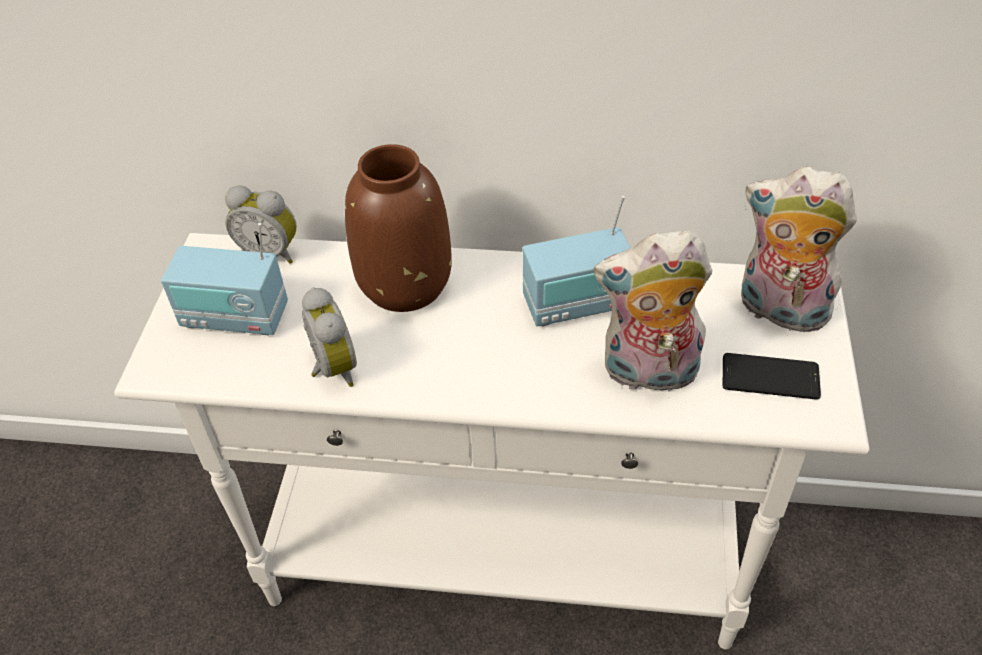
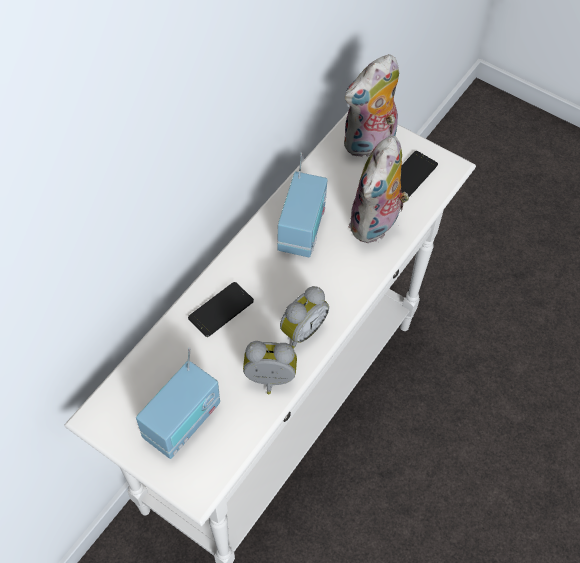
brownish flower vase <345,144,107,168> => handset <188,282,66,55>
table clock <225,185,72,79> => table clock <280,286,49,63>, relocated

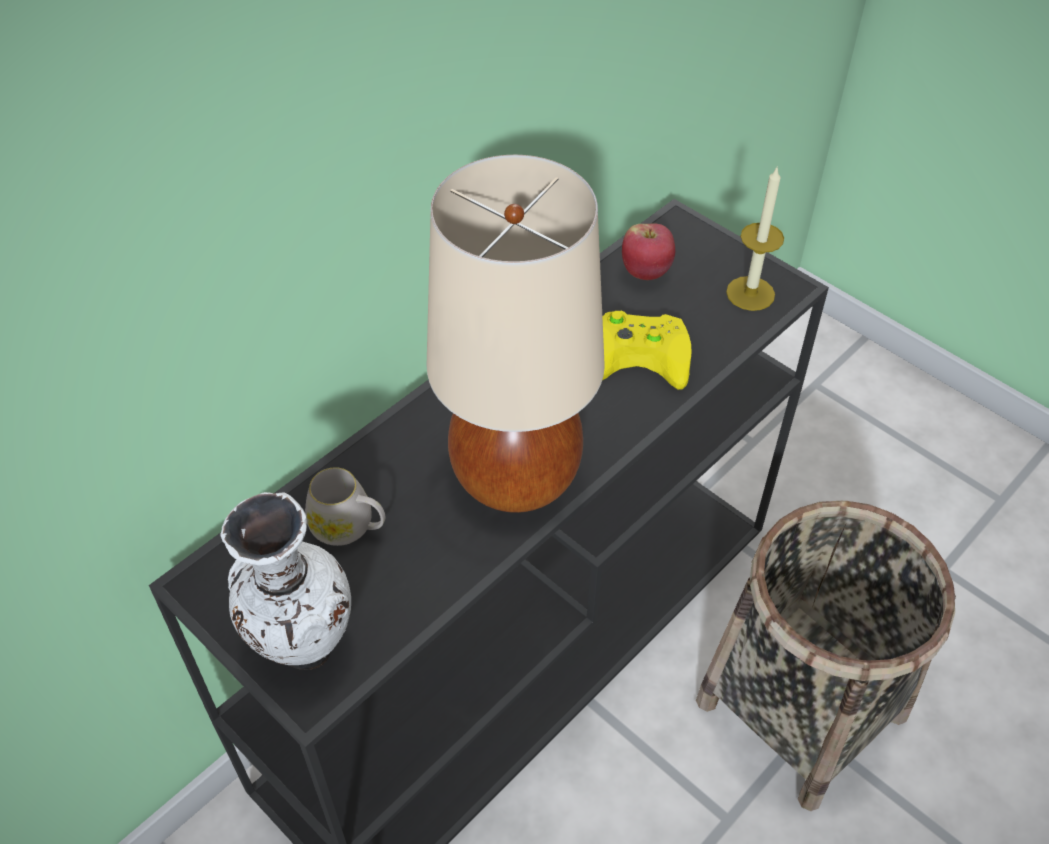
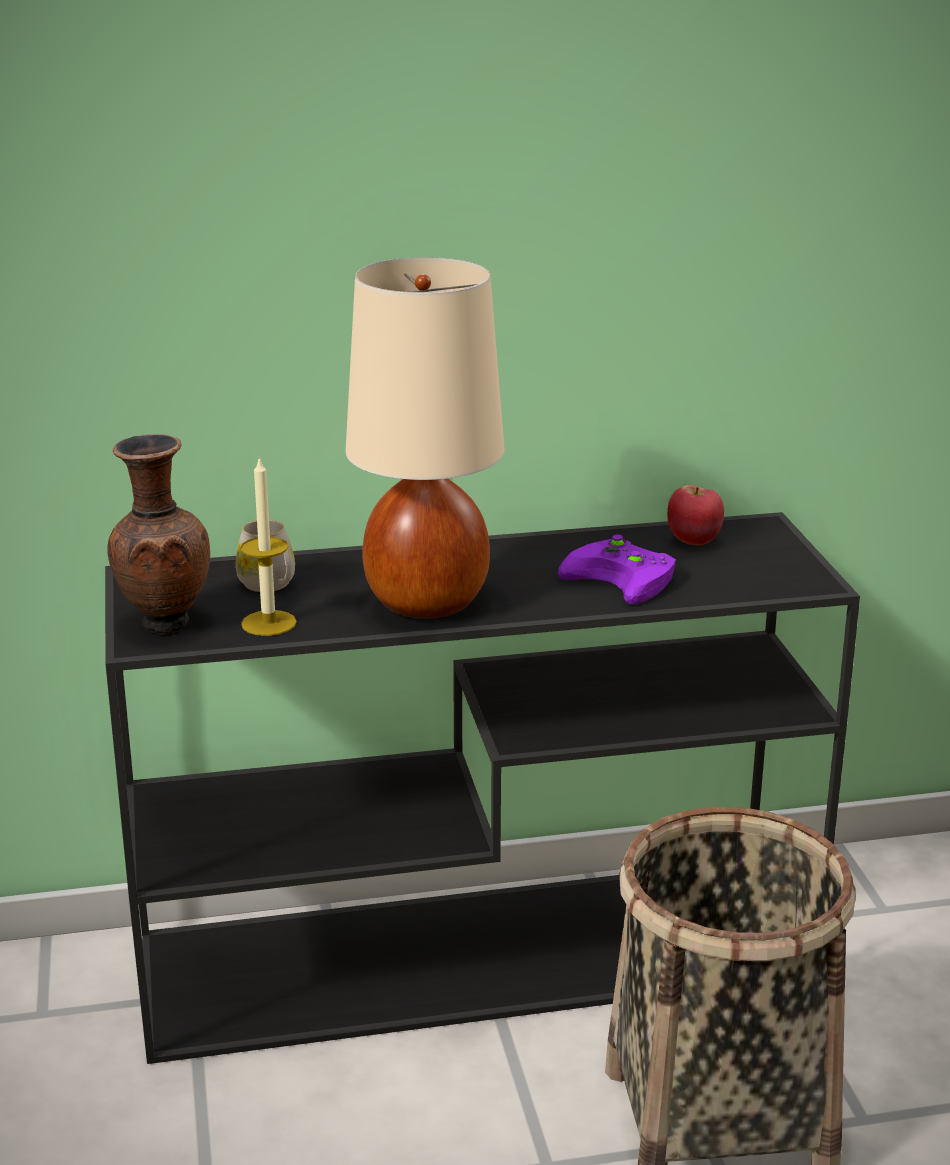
wax light <726,166,58,145> => wax light <240,457,57,179>, relocated
yellow gamepad <602,311,90,79> => purplish gamepad <558,535,118,69>
whitish flower vase <220,492,131,178> => brownish flower vase <107,434,103,200>

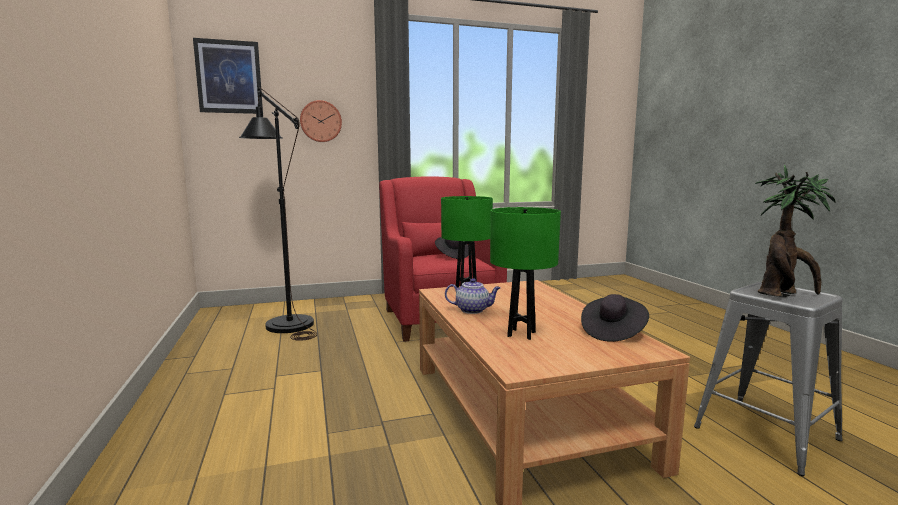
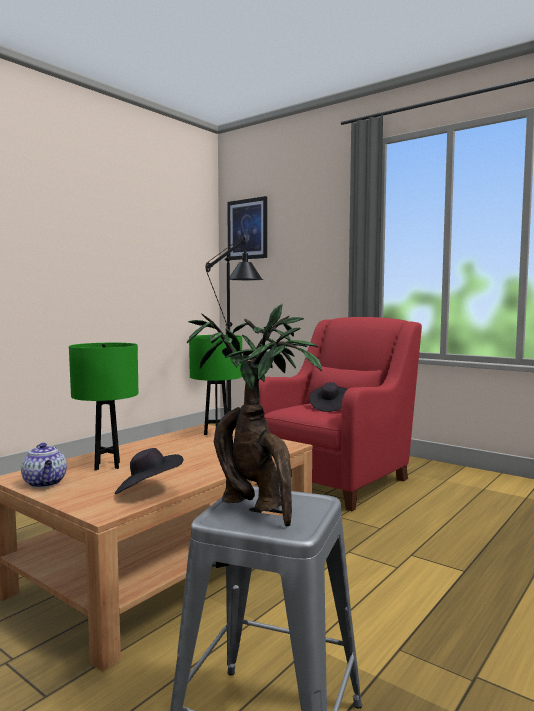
clock on the wall <300,100,42,42> => nothing
teapot <445,278,55,36> => teapot <21,443,46,45>, relocated

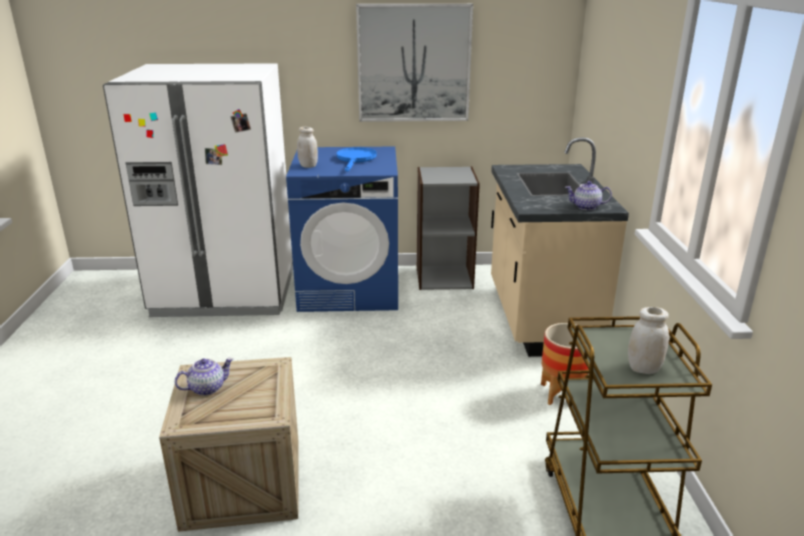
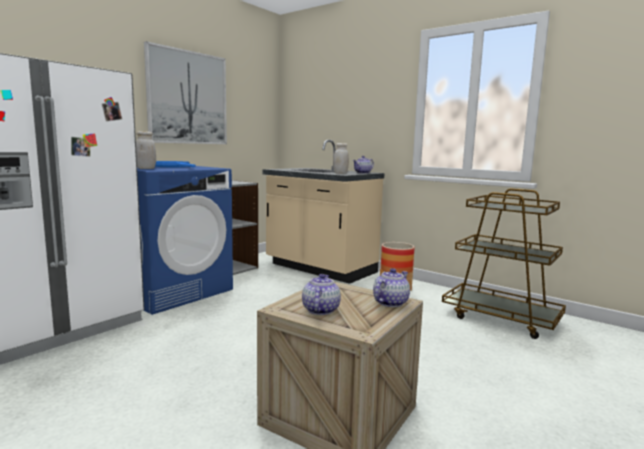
whitish preserve jar <628,307,41,67> => whitish preserve jar <333,143,16,31>, relocated
nothing => teapot <373,268,37,39>

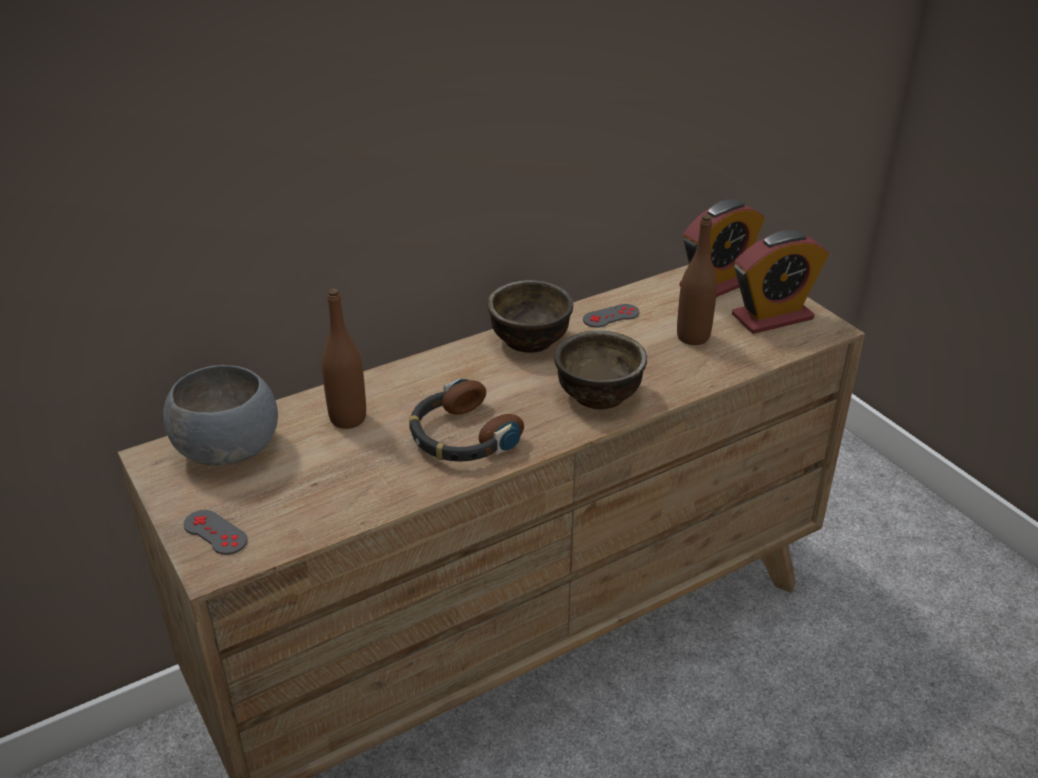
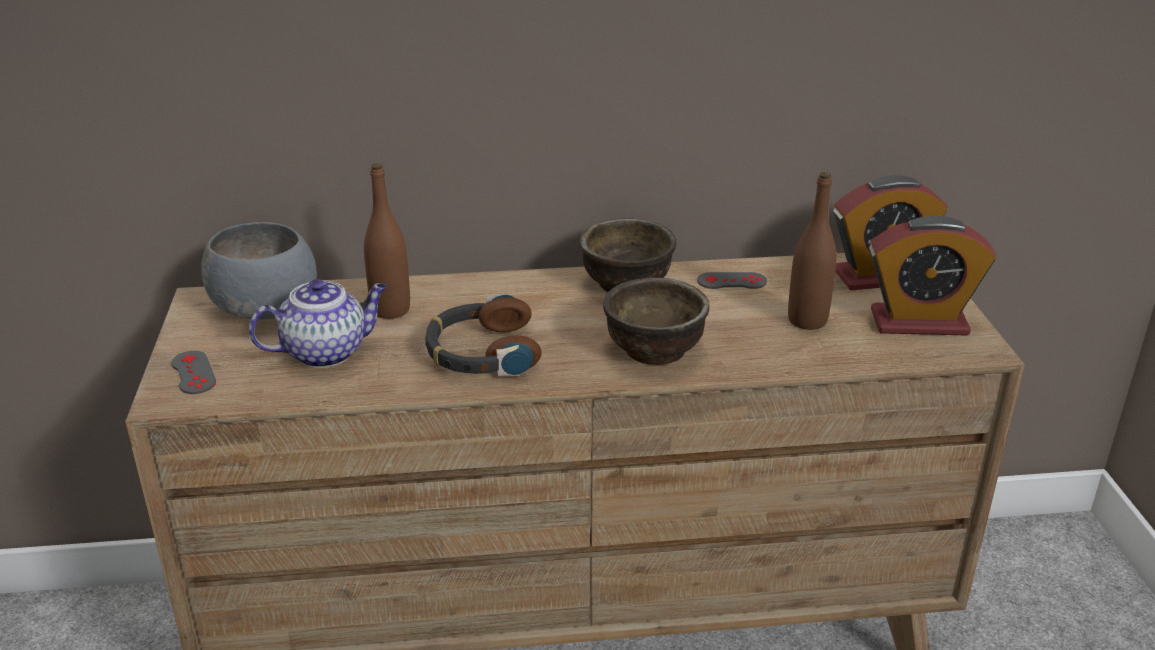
nothing => teapot <249,279,138,89>

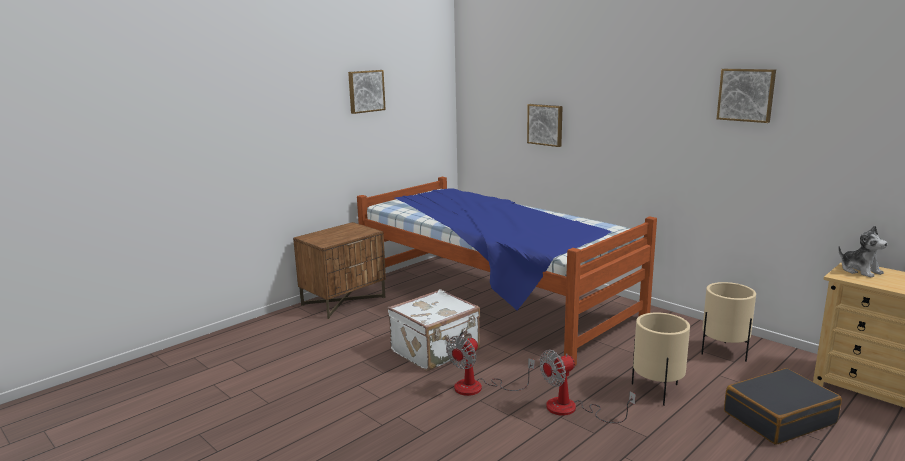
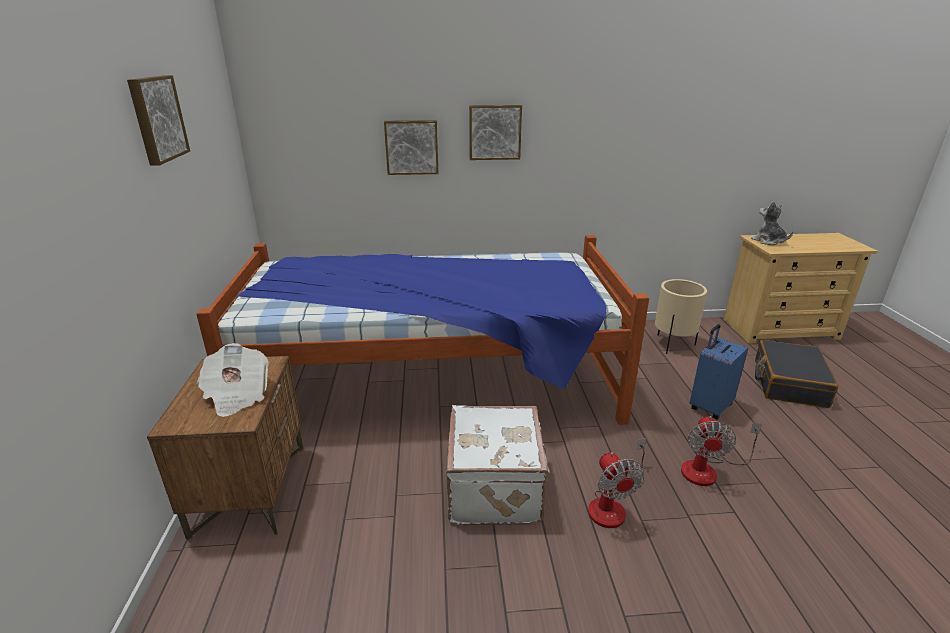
wall picture <717,69,59,54> => wall picture <469,105,53,55>, relocated
plush toy <838,226,50,52> => plush toy <751,201,42,44>, 135 degrees counterclockwise
sand-coloured planter <632,312,58,94> => blue-coloured piece of luggage <690,324,58,95>
nothing => daily paper <197,343,72,74>

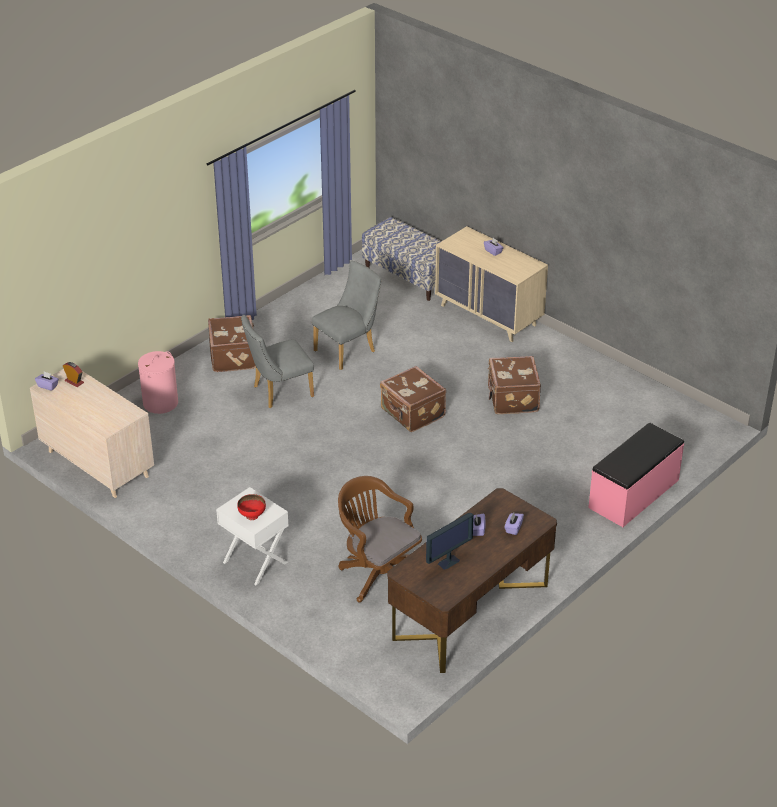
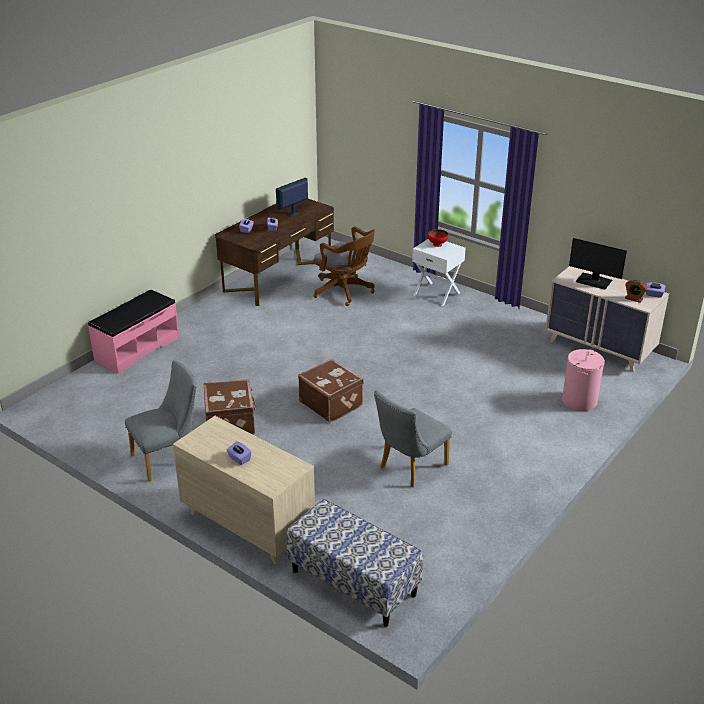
brownish piece of luggage <208,315,48,57> => nothing
grey plain chair <241,315,73,93> => grey plain chair <125,360,72,122>, relocated
nothing => computer display <569,238,58,52>

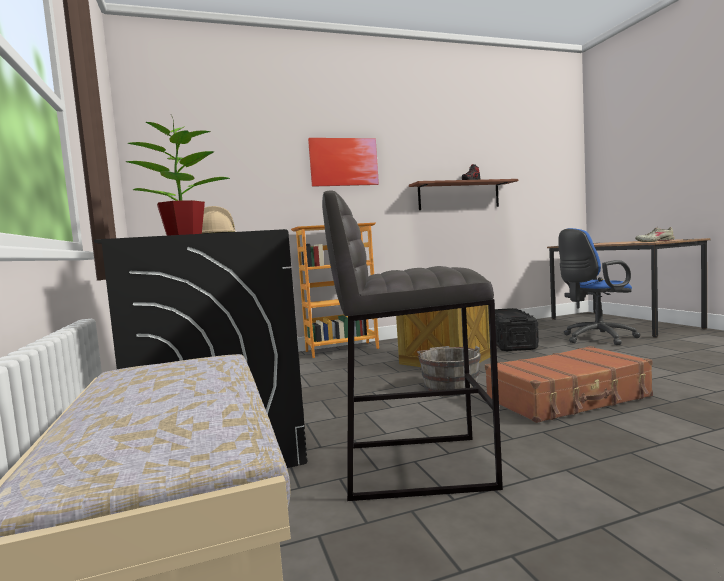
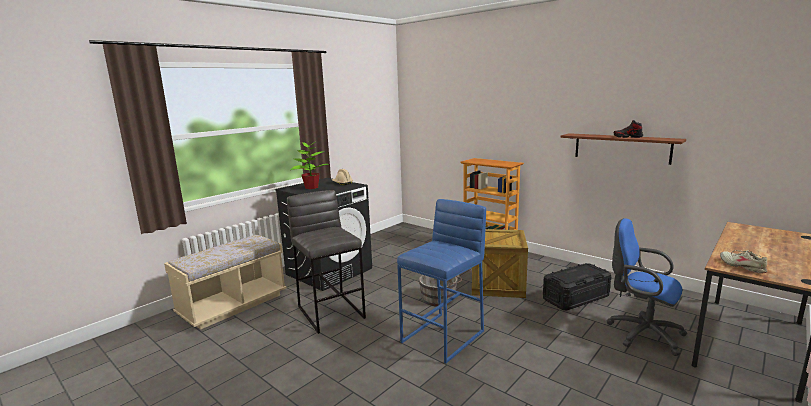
wall picture <308,138,71,49> => nothing
brownish piece of luggage <485,346,168,77> => blue-coloured sitting stool <397,199,89,165>

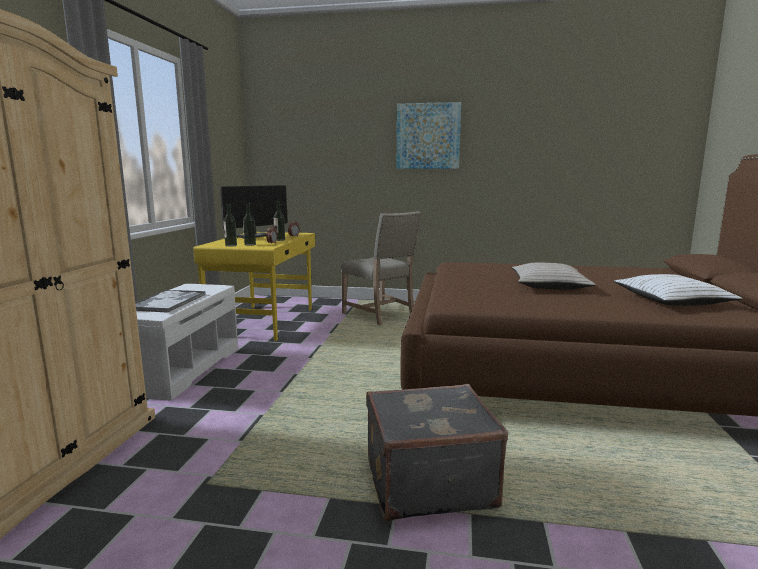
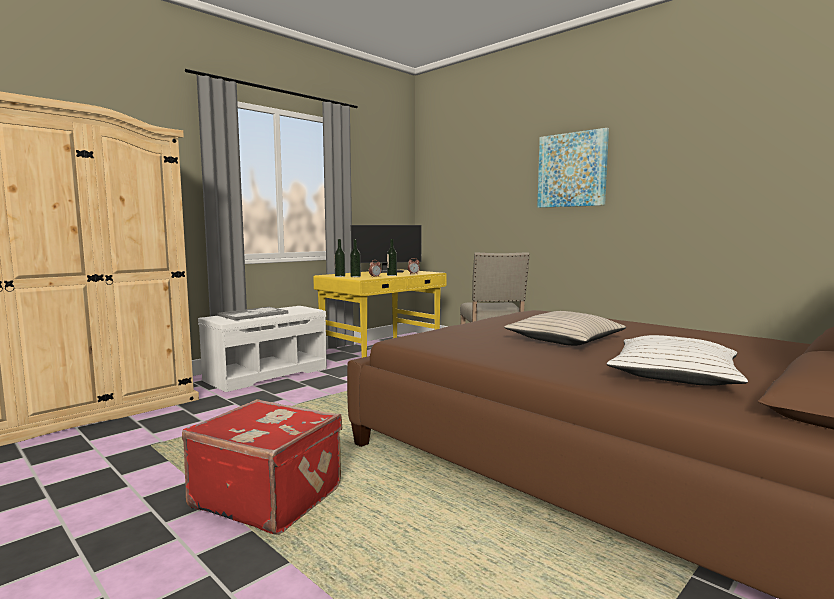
grey piece of luggage <366,384,142,137> => red-coloured piece of luggage <182,399,160,136>

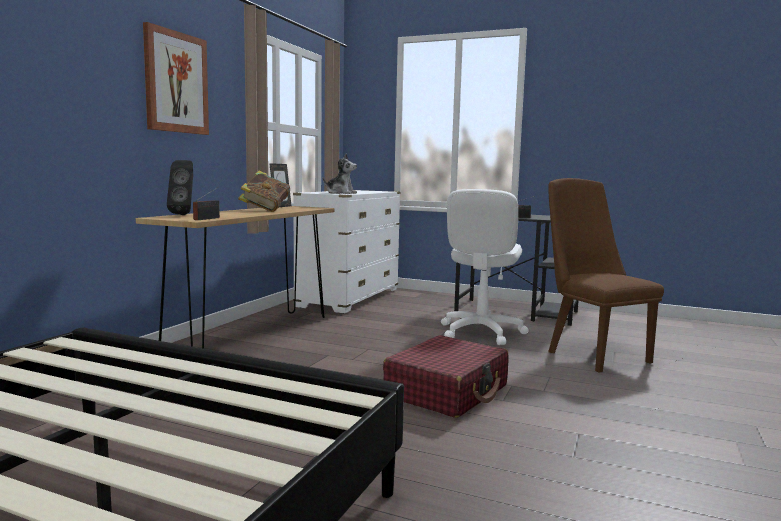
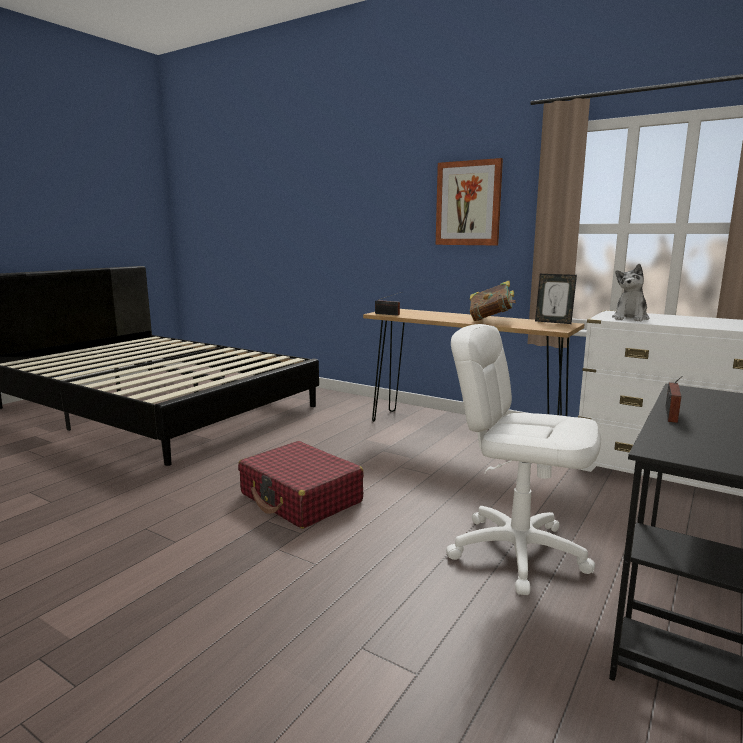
blackish audio speaker <167,160,26,55> => nothing
brownish plain chair <548,178,116,195> => nothing

